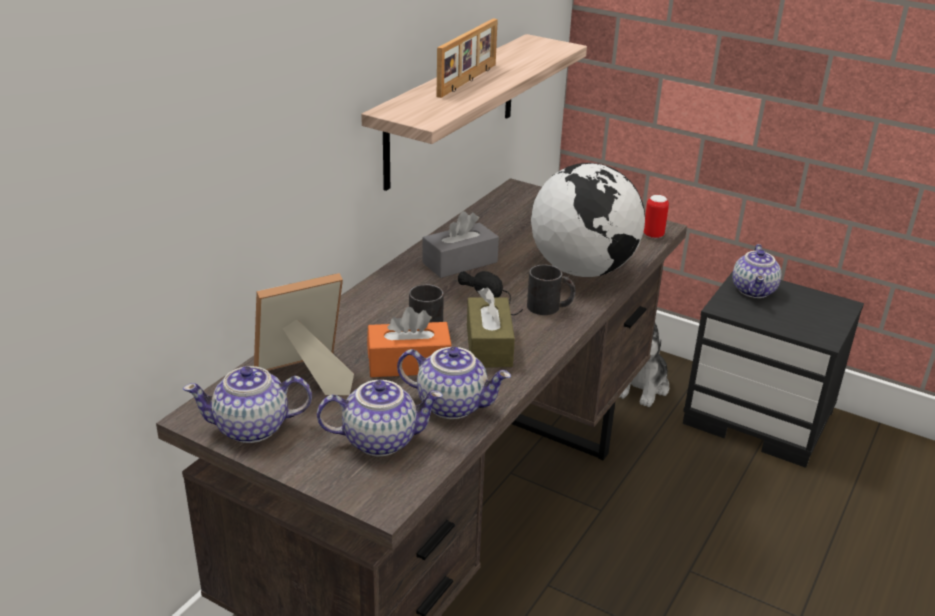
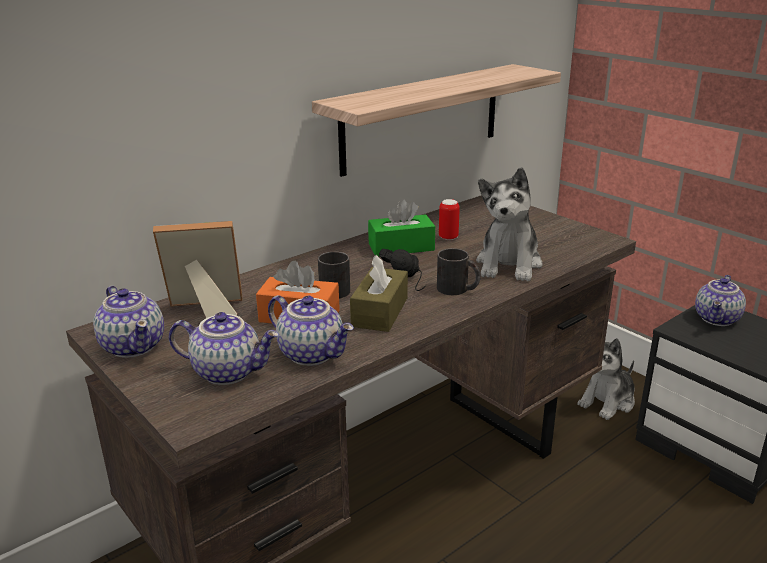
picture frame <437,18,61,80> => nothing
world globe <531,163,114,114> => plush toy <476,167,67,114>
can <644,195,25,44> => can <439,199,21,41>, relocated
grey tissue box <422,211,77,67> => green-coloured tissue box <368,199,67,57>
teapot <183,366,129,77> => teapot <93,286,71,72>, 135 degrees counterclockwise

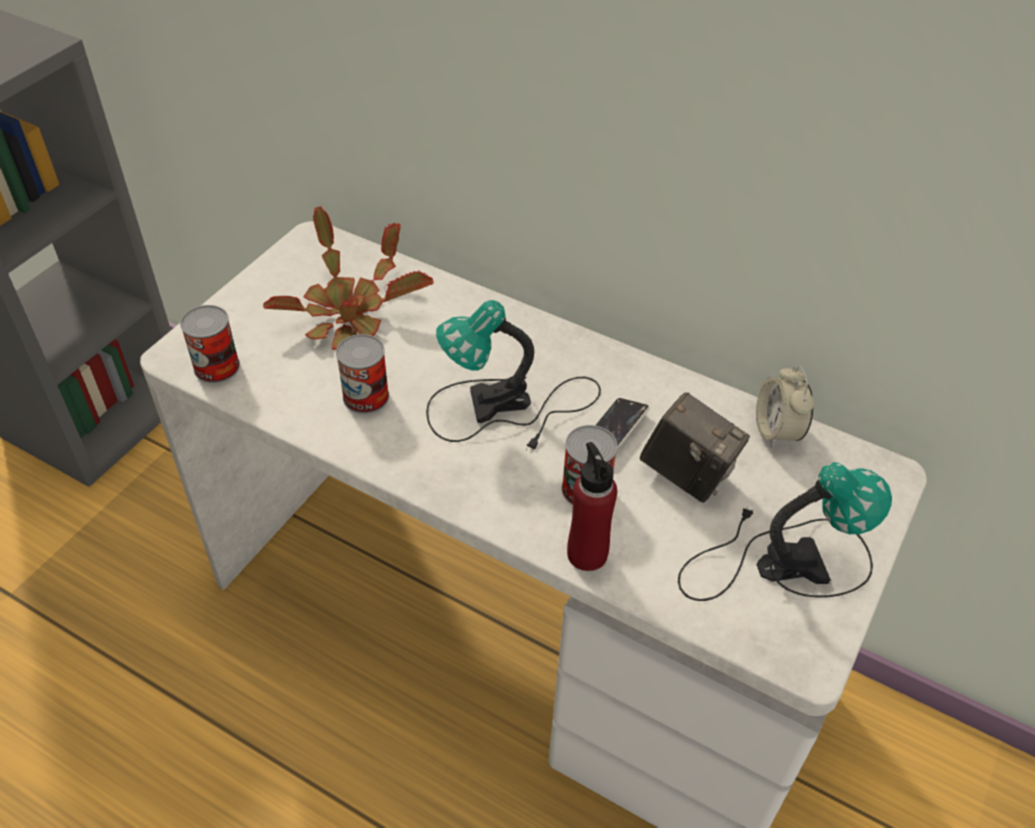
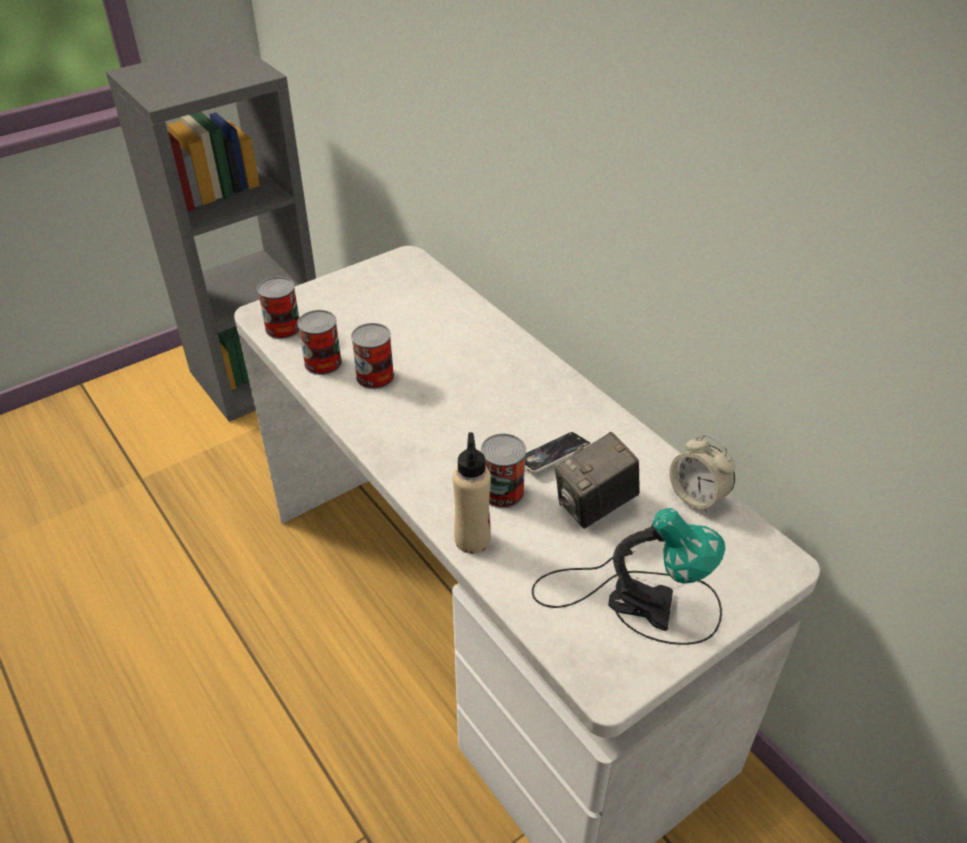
plant in a pot <263,206,170,144> => nothing
lamp for a table <426,300,175,152> => nothing
table clock <756,366,58,82> => table clock <669,434,66,80>, 60 degrees counterclockwise
photo camera <640,392,110,111> => photo camera <555,432,85,97>, 90 degrees clockwise
red-coloured beverage bottle <567,442,50,129> => sand-coloured beverage bottle <453,433,38,121>
nothing => can <297,310,45,65>

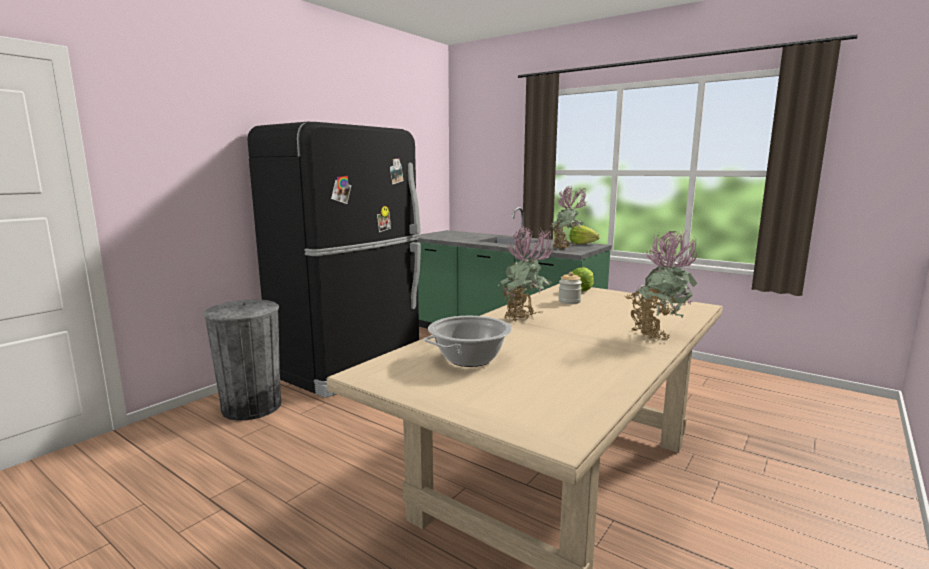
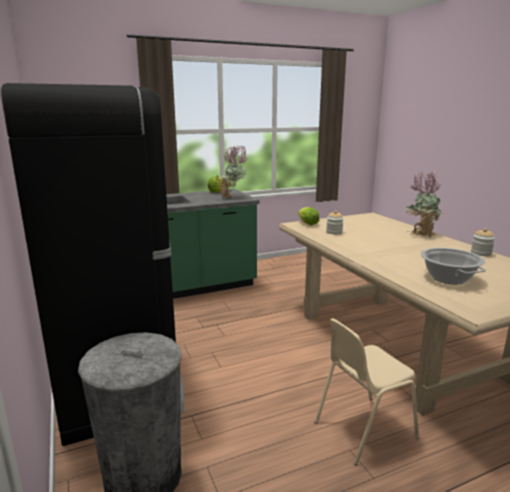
plant in a pot <498,226,55,96> => nothing
nothing => preserve jar <471,228,24,28>
nothing => sand-coloured plain chair <315,318,104,148>

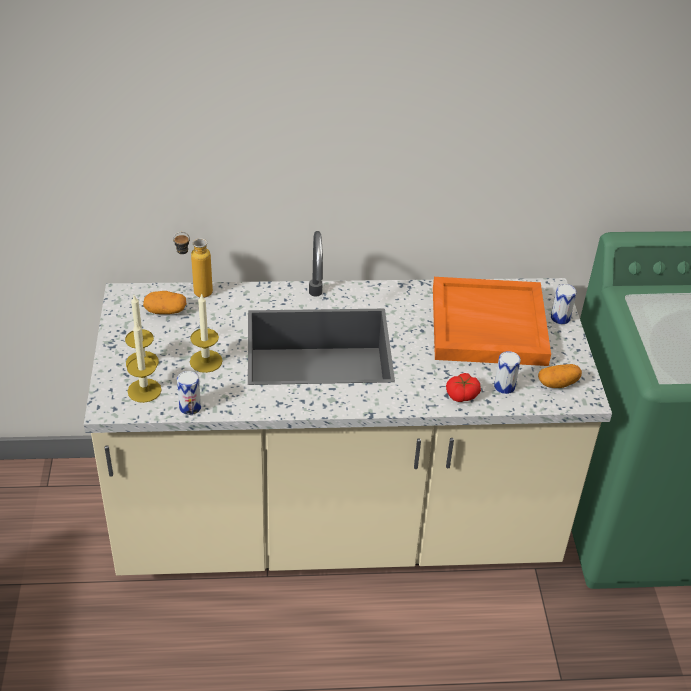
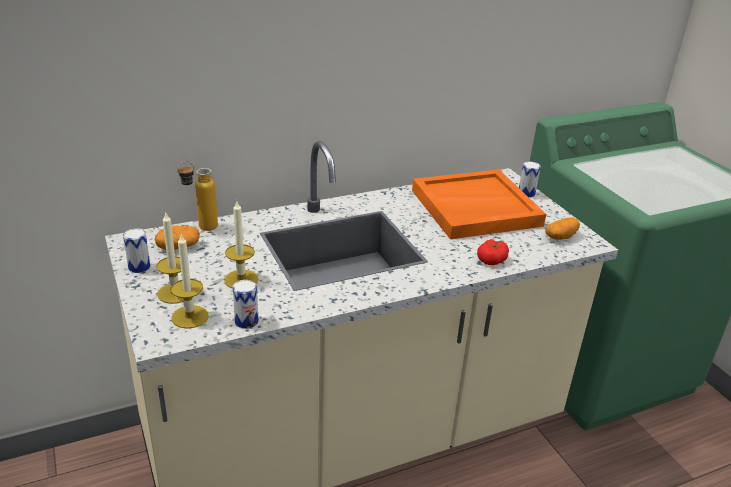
can <494,351,27,43> => can <123,228,27,45>, relocated

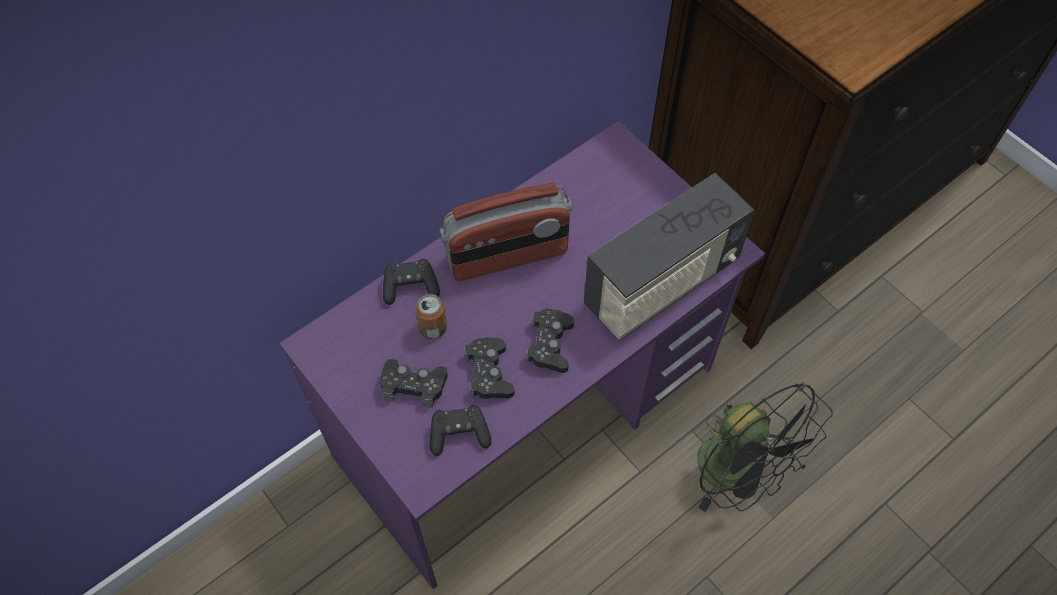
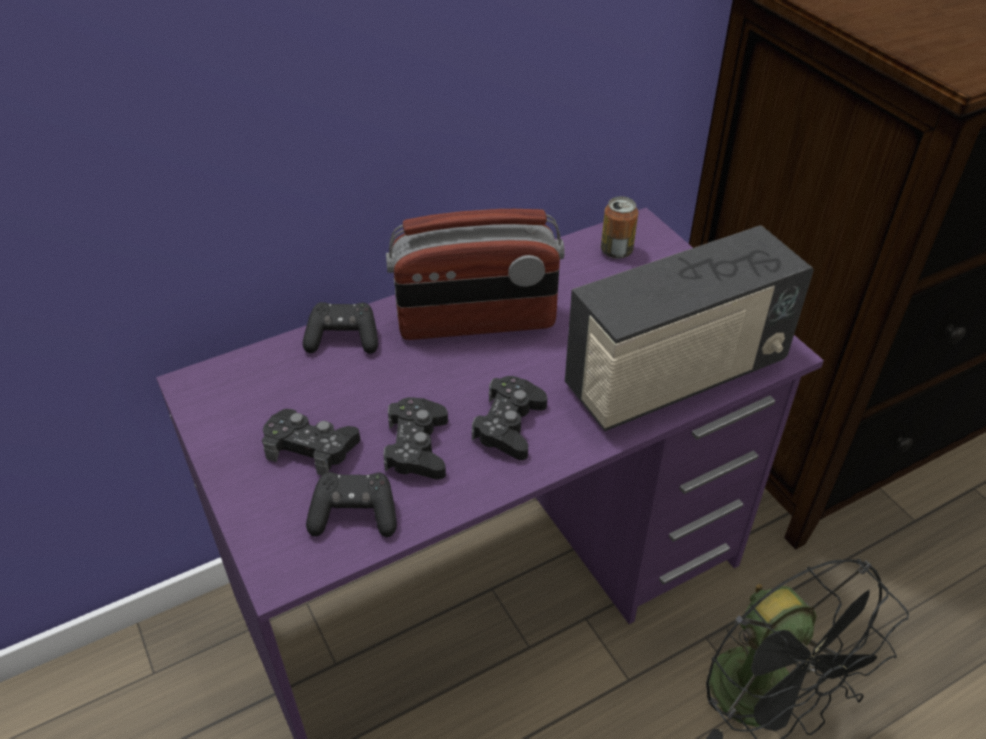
can <415,294,32,45> => can <601,196,37,63>, relocated

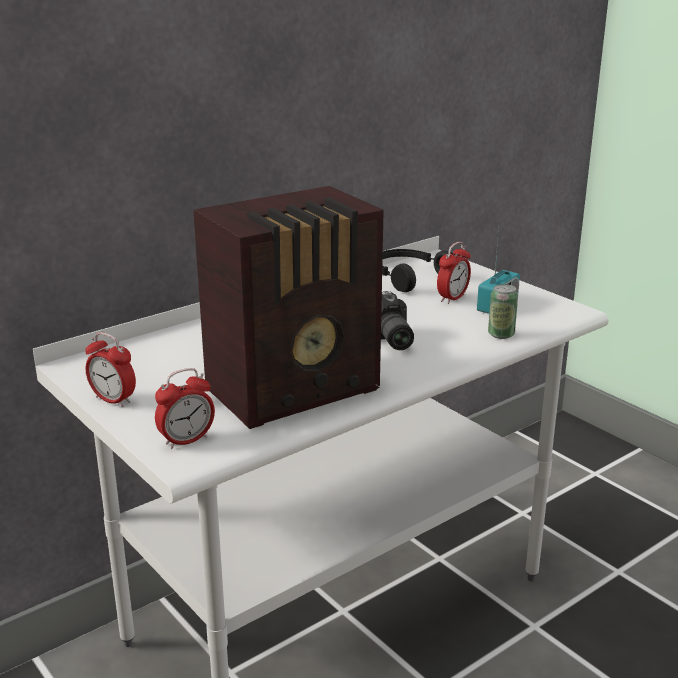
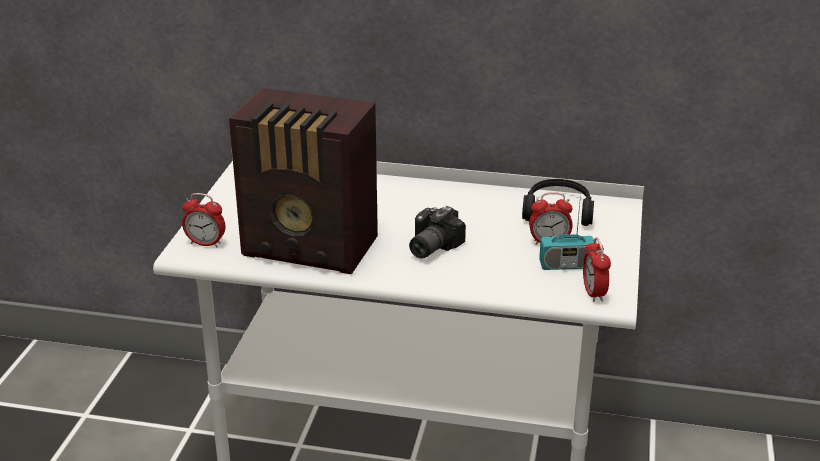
can <488,284,30,55> => nothing
table clock <85,332,51,75> => table clock <583,238,28,64>, relocated

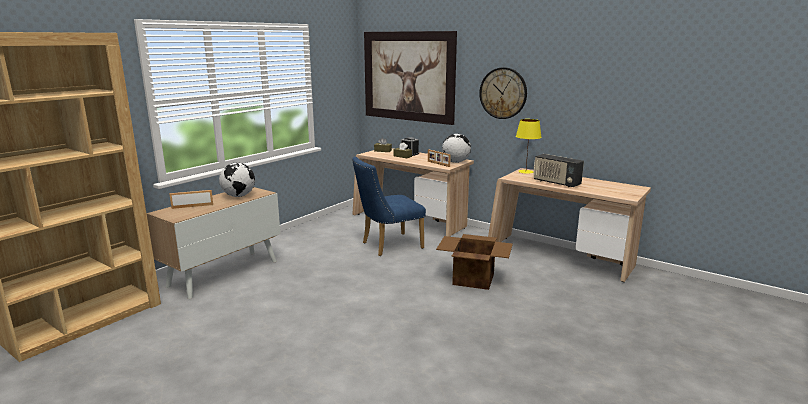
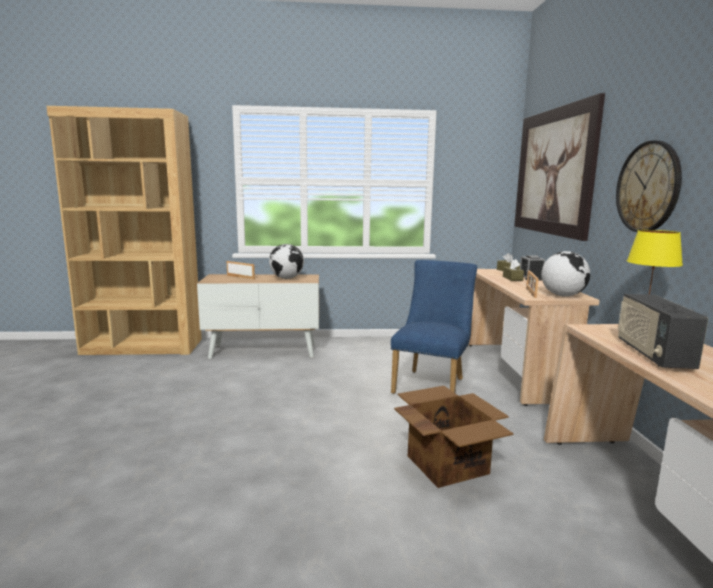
blue-coloured plain chair <352,157,74,99> => blue-coloured plain chair <391,260,86,134>, 90 degrees clockwise

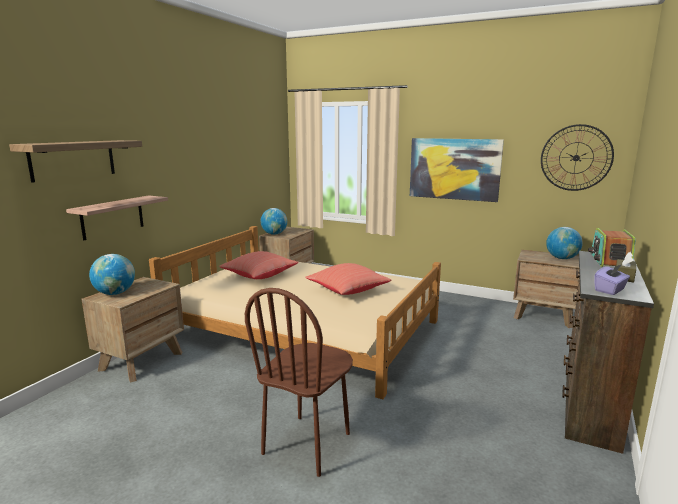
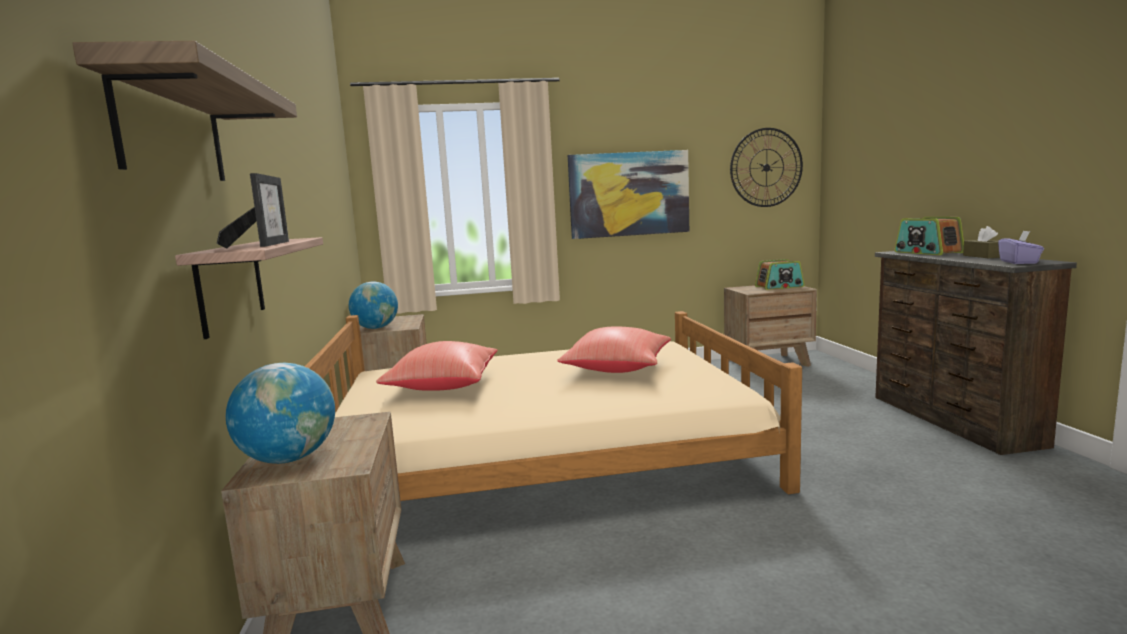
world globe <546,227,37,32> => radio receiver <755,259,50,31>
brownish plain chair <245,288,108,189> => nothing
nothing => picture frame <217,173,72,75>

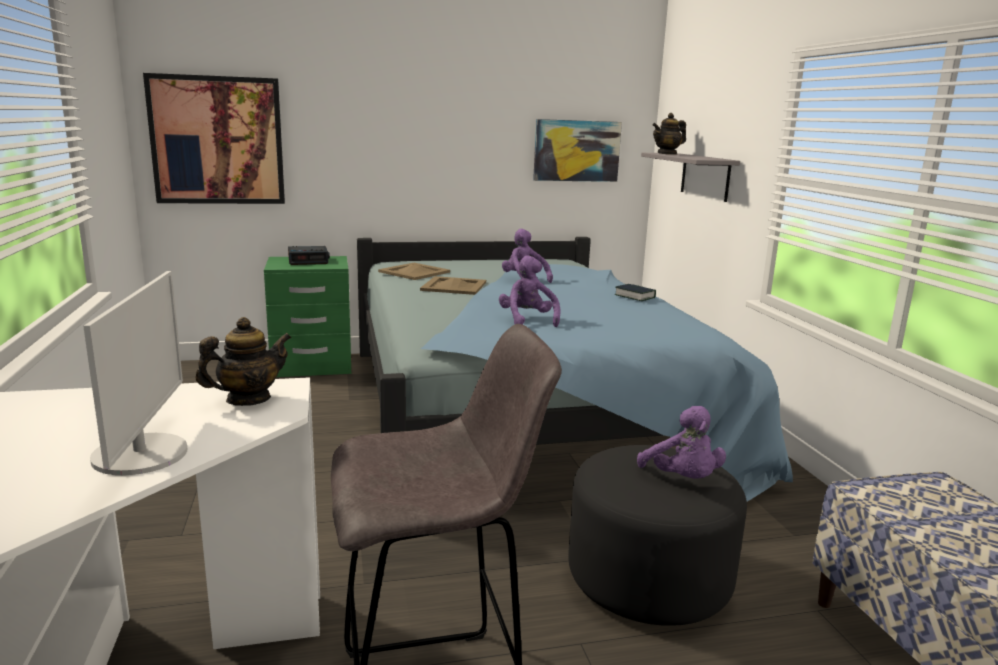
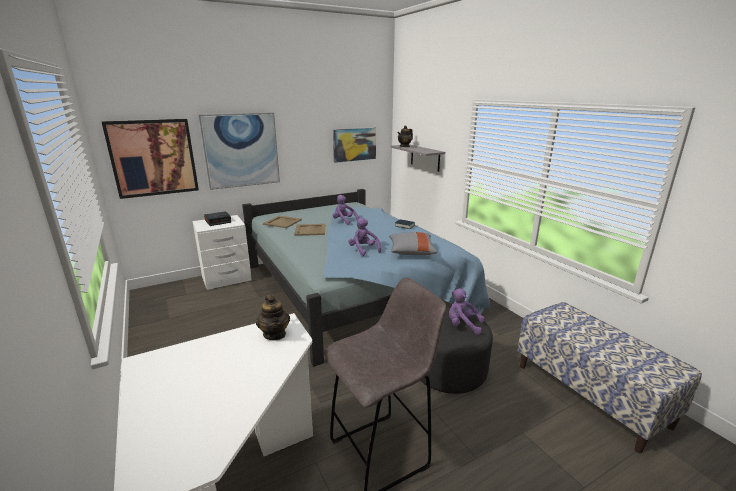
green-coloured nightstand <264,256,87,121> => whitish nightstand <192,215,60,75>
computer display <83,271,104,204> => nothing
teapot <196,317,95,89> => teapot <256,295,34,45>, 120 degrees clockwise
purplish plush toy <637,406,89,73> => purplish plush toy <449,288,36,47>, 150 degrees clockwise
nothing => wall picture <198,113,82,77>
nothing => grey pillow <389,232,48,23>

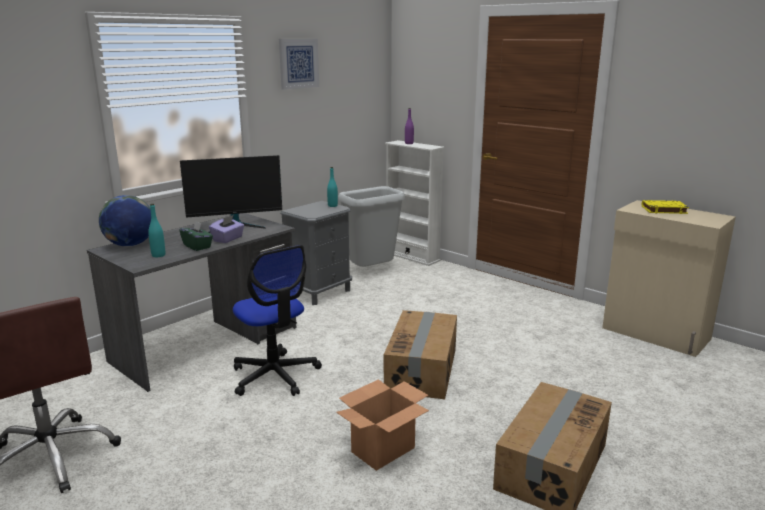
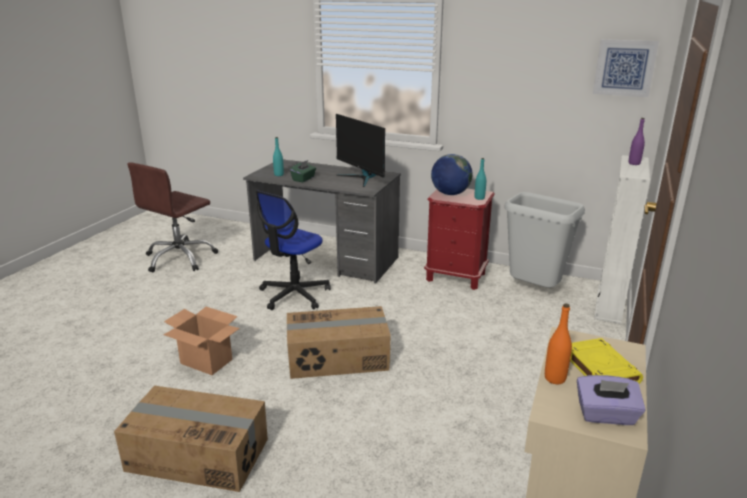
wall picture <279,39,40,51> => wall picture <593,39,66,58>, relocated
world globe <99,195,52,52> => world globe <431,154,41,41>, relocated
grey nightstand <280,201,72,104> => red-coloured nightstand <424,189,71,101>
purplish tissue box <209,215,35,28> => purplish tissue box <577,375,69,50>, relocated
nothing => orangey beverage bottle <545,304,27,80>

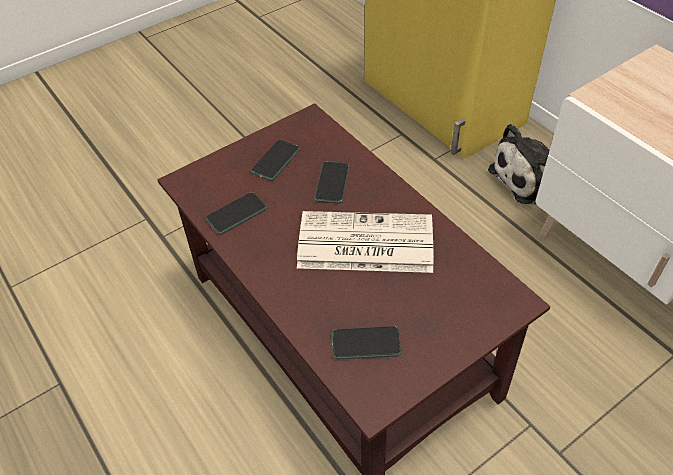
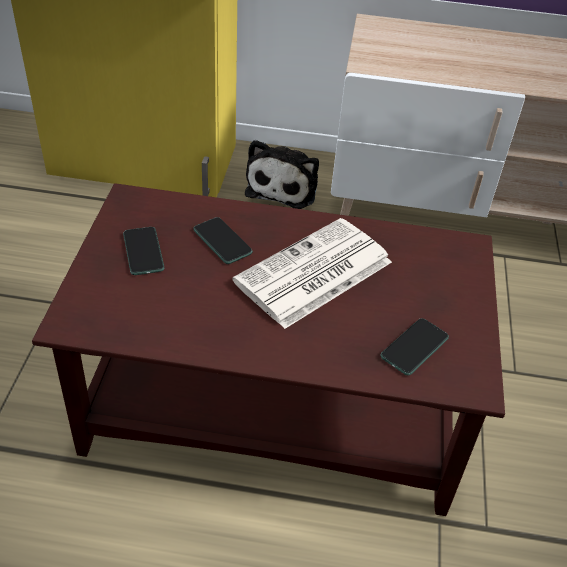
handset <205,192,62,42> => nothing

